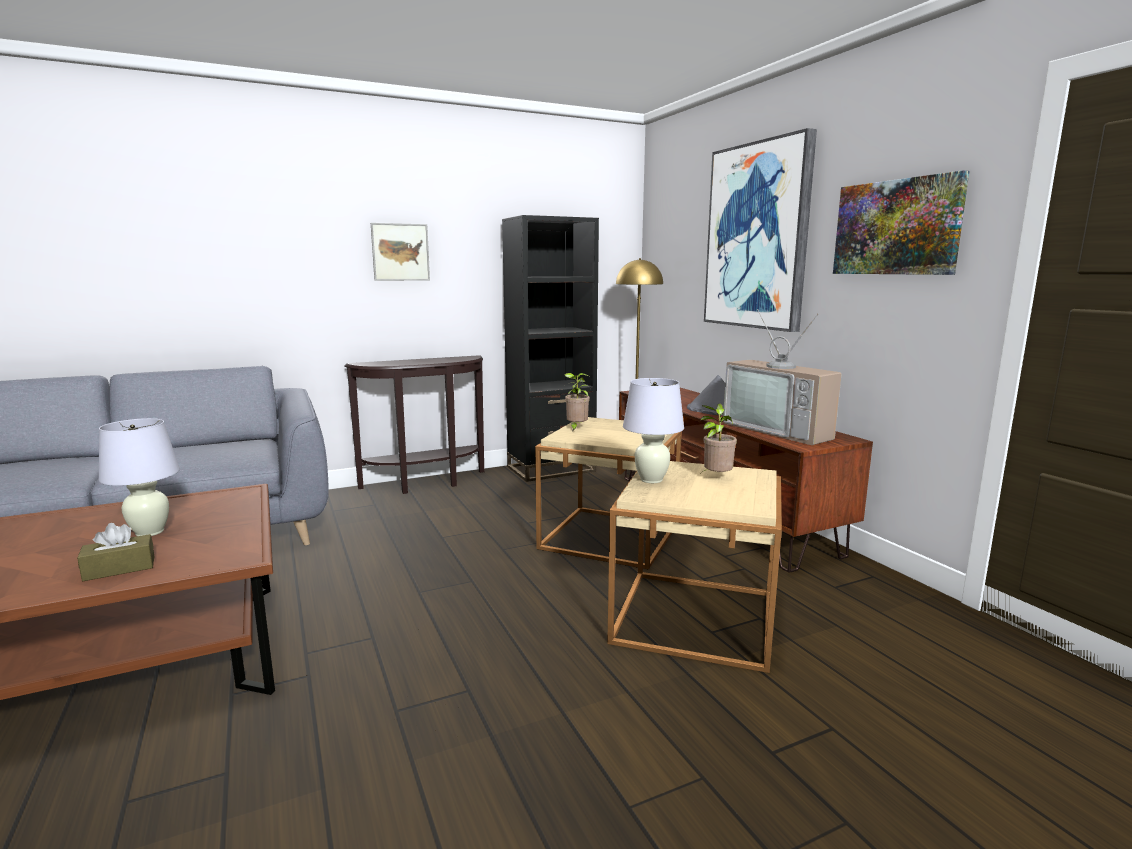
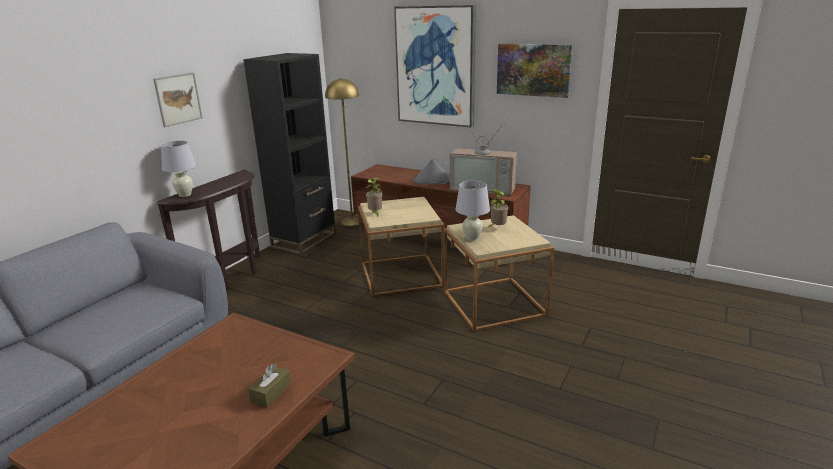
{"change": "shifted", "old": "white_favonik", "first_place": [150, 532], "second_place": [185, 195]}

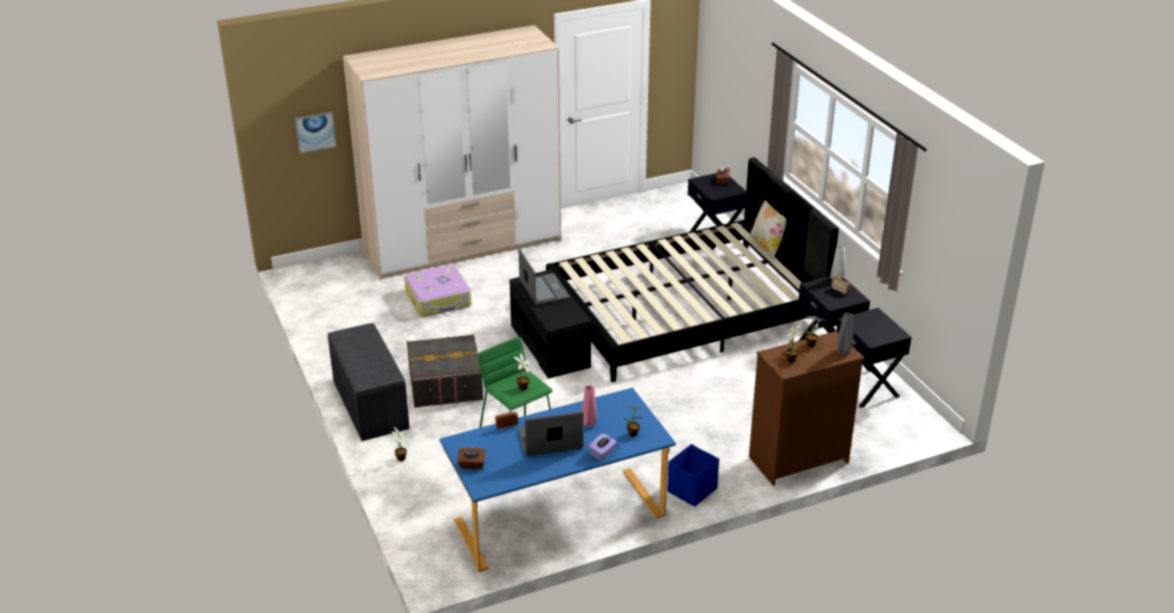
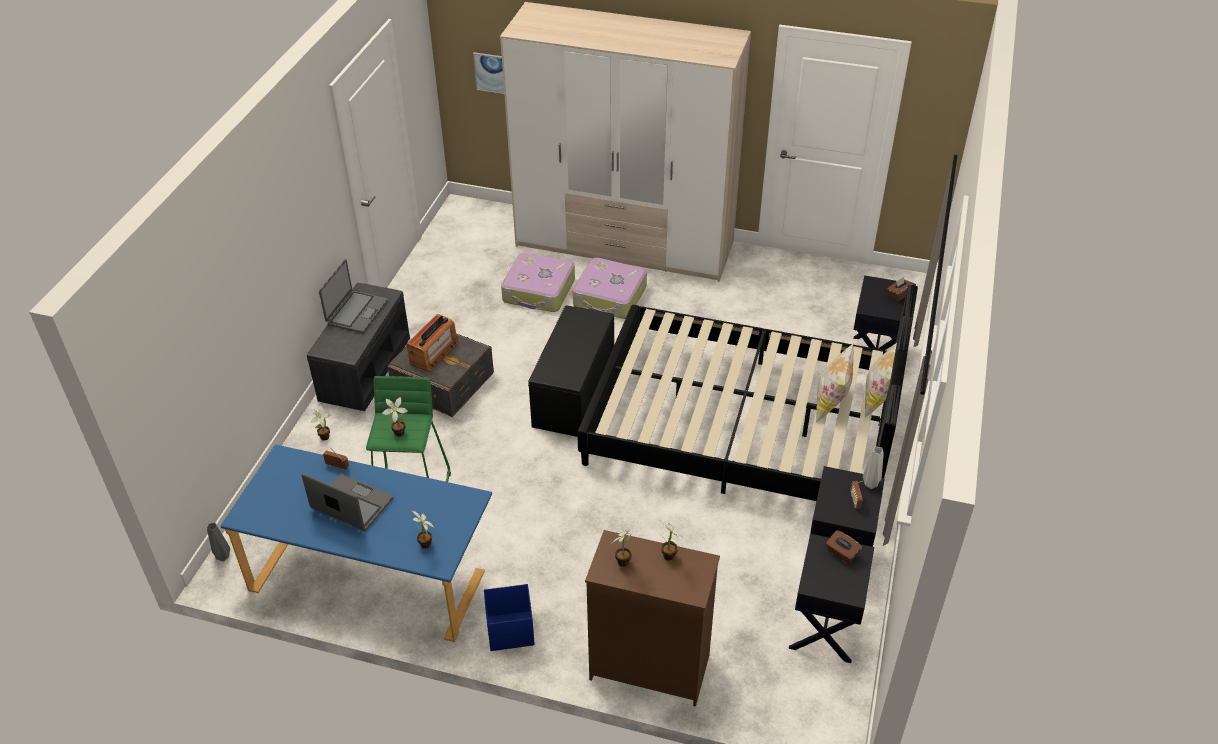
{"change": "shifted", "old": "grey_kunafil", "first_place": [844, 351], "second_place": [223, 557]}
{"change": "shifted", "old": "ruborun", "first_place": [543, 290], "second_place": [356, 312]}
{"change": "new", "new": "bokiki", "second_place": [434, 353]}
{"change": "new", "new": "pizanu", "second_place": [610, 297]}
{"change": "new", "new": "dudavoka", "second_place": [831, 403]}
{"change": "shifted", "old": "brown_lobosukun", "first_place": [472, 465], "second_place": [841, 553]}
{"change": "gone", "old": "pink_kunafil", "first_place": [590, 423]}
{"change": "gone", "old": "purple_lobosukun", "first_place": [602, 453]}

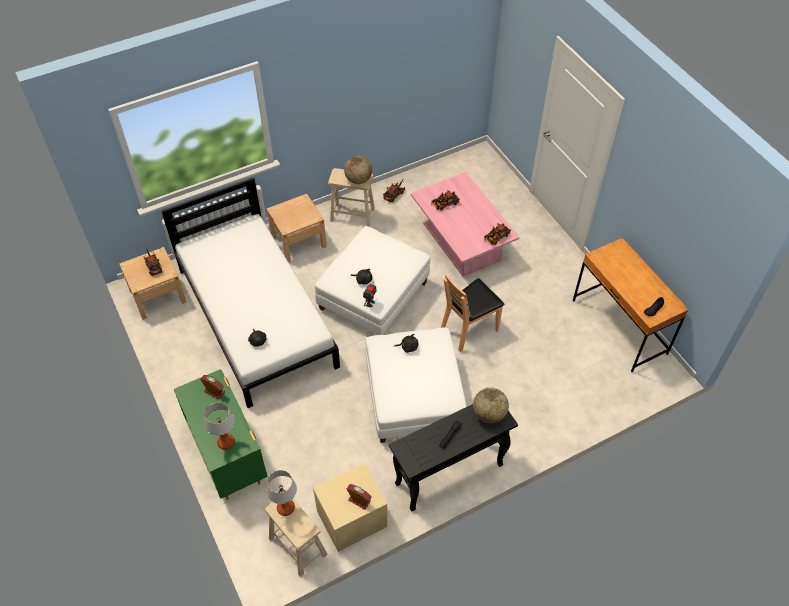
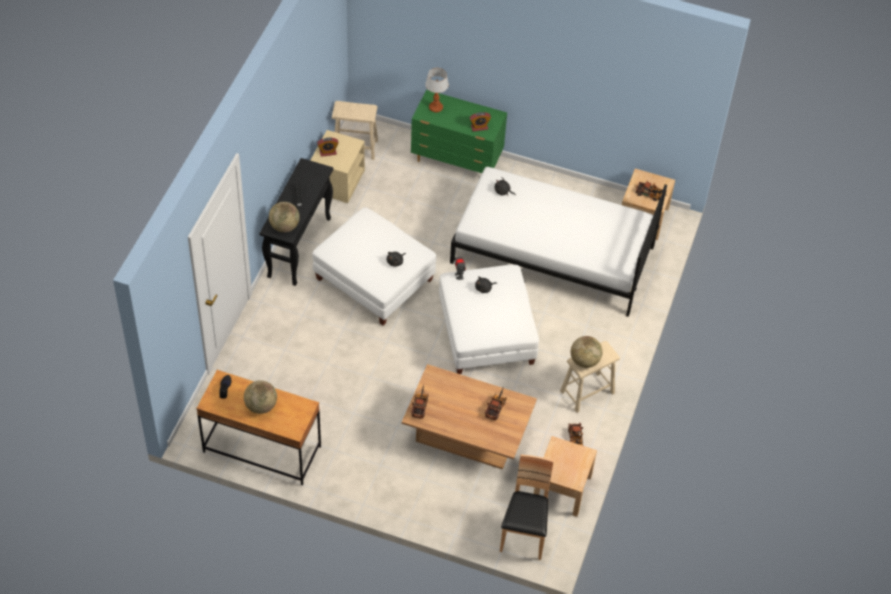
{"change": "new", "new": "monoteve", "second_place": [261, 406]}
{"change": "repainted", "old": "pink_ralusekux", "new": "brown_ralusekux", "first_place": [461, 241], "second_place": [467, 435]}
{"change": "shifted", "old": "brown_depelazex", "first_place": [469, 329], "second_place": [524, 534]}
{"change": "shifted", "old": "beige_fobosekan", "first_place": [298, 241], "second_place": [562, 488]}
{"change": "gone", "old": "favonik", "first_place": [286, 508]}

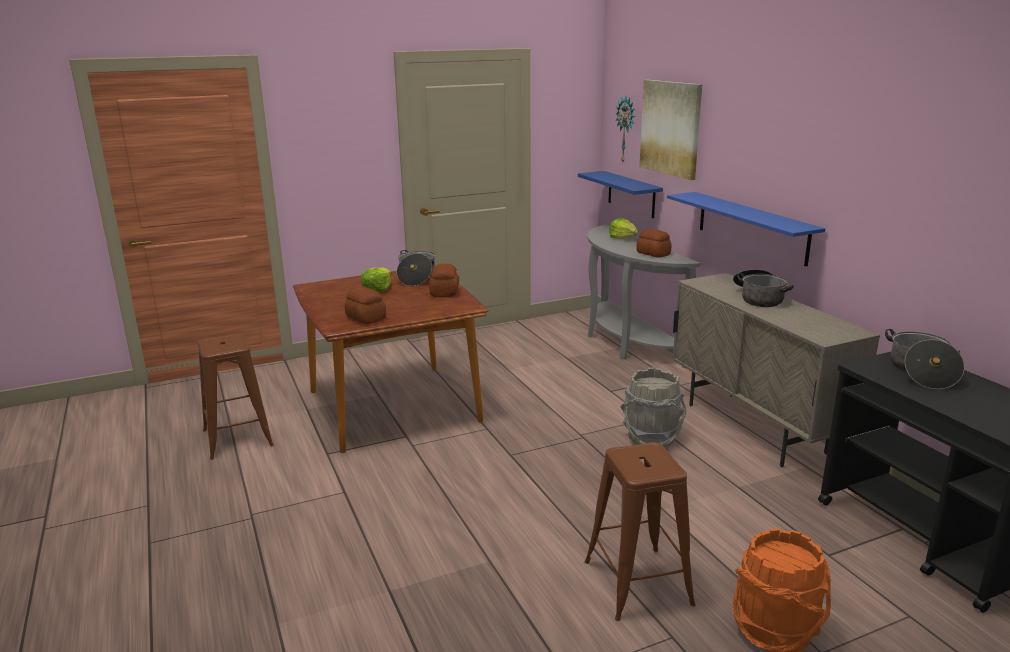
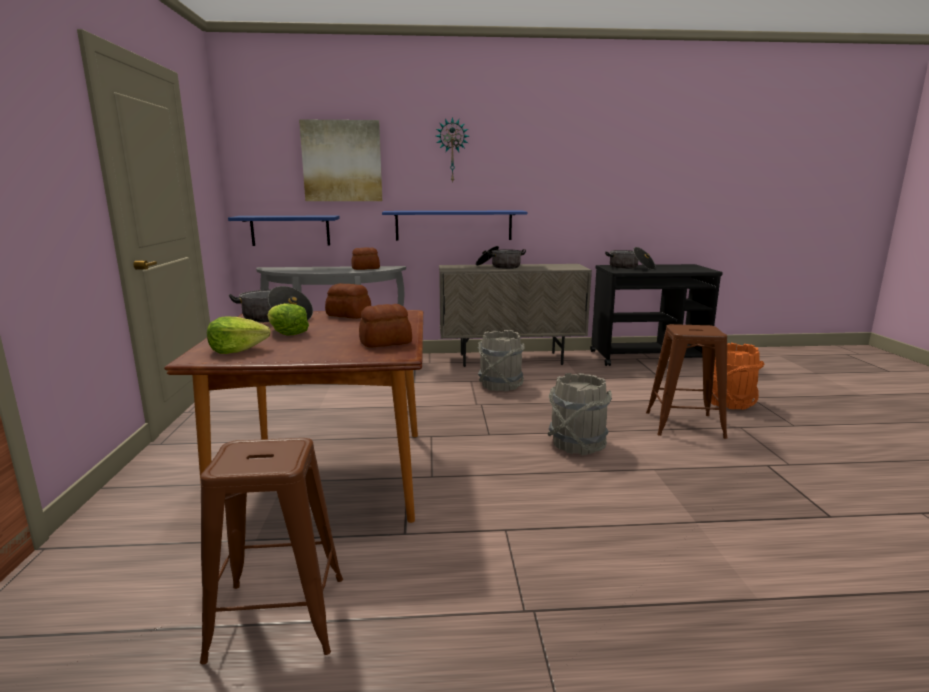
{"change": "shifted", "old": "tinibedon", "first_place": [623, 238], "second_place": [237, 350]}
{"change": "shifted", "old": "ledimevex", "first_place": [626, 129], "second_place": [452, 150]}
{"change": "new", "new": "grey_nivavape", "second_place": [577, 444]}

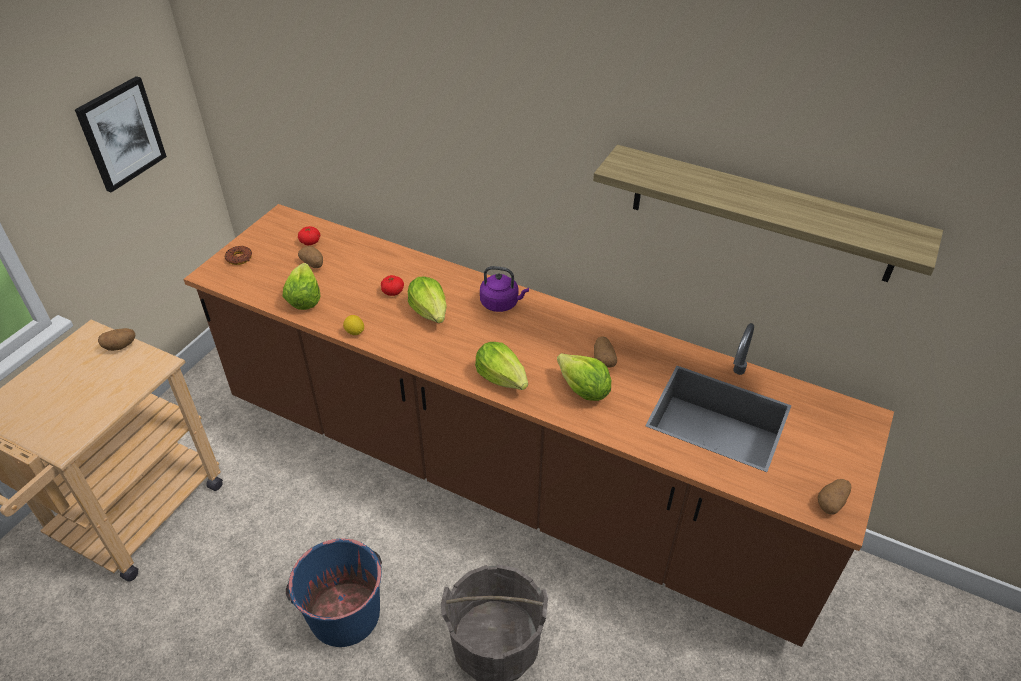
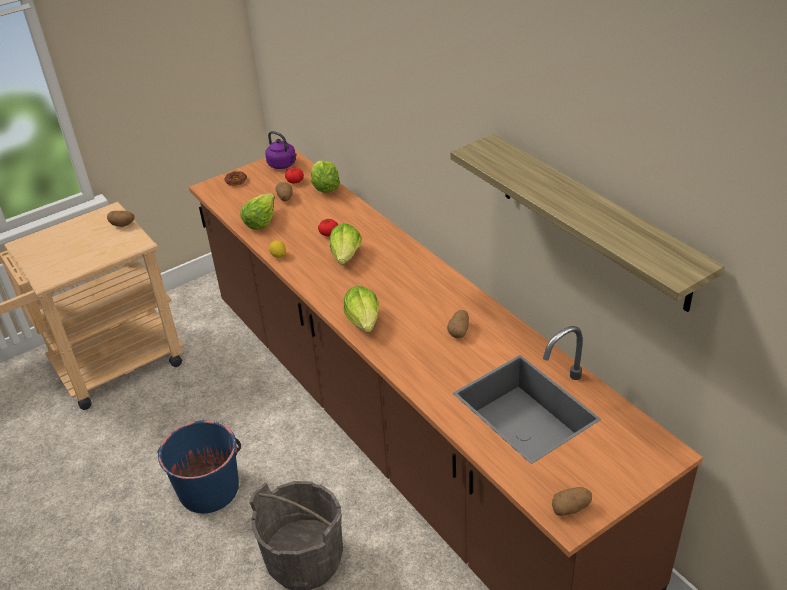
{"change": "shifted", "old": "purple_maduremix", "first_place": [501, 303], "second_place": [283, 165]}
{"change": "shifted", "old": "tinibedon", "first_place": [583, 390], "second_place": [325, 188]}
{"change": "gone", "old": "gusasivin", "first_place": [121, 133]}

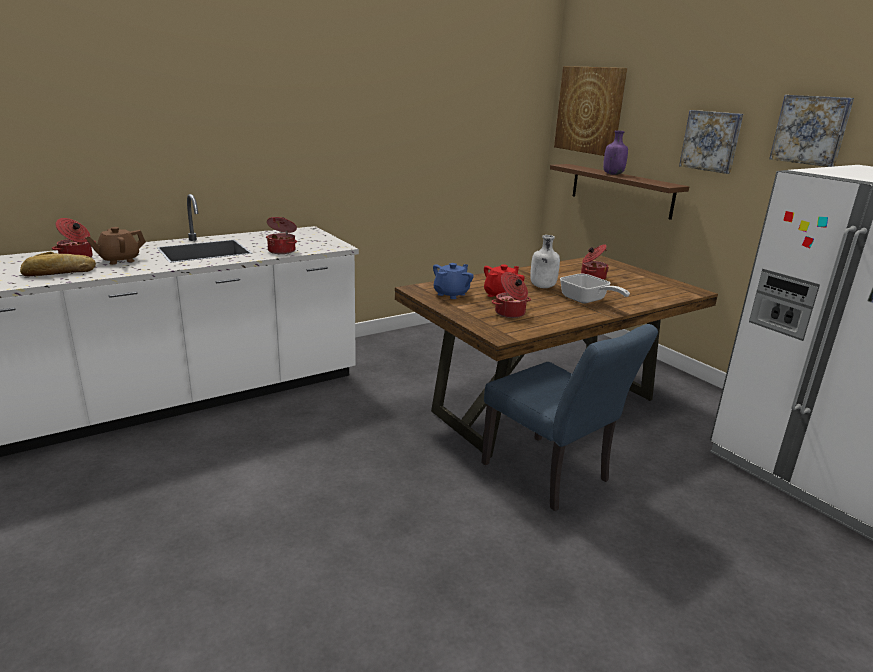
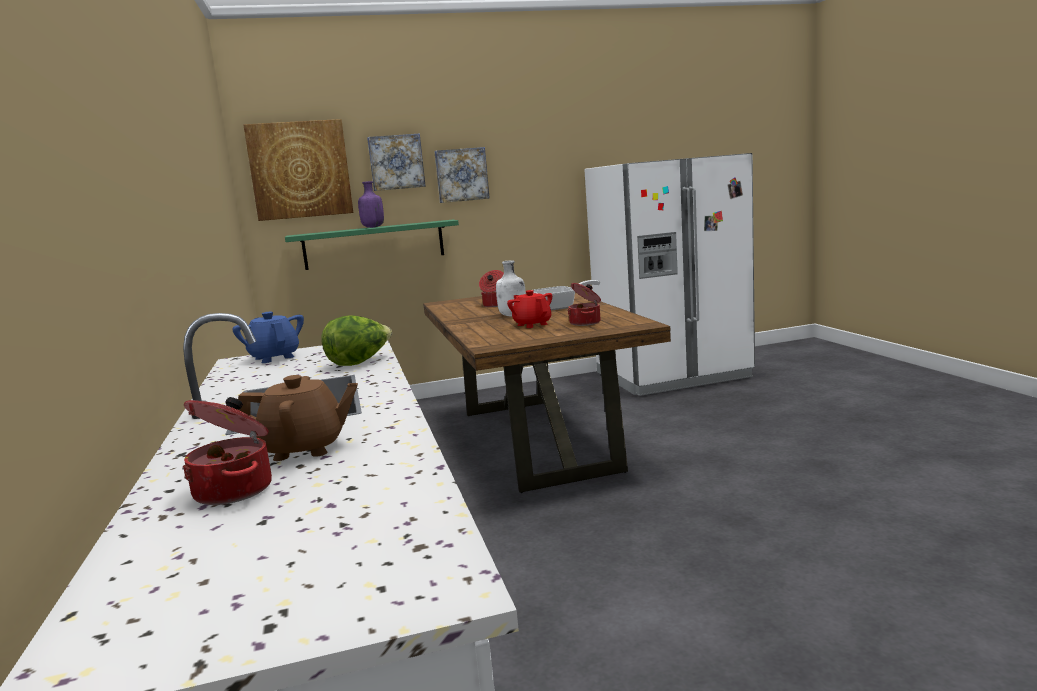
{"change": "shifted", "old": "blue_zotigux", "first_place": [451, 294], "second_place": [274, 357]}
{"change": "rotated", "old": "brown_zotigux", "first_place": [119, 260], "second_place": [304, 449], "degrees": -75}
{"change": "repainted", "old": "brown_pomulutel", "new": "green_pomulutel", "first_place": [621, 190], "second_place": [374, 244]}
{"change": "swapped", "old": "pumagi", "new": "tinibedon", "first_place": [282, 251], "second_place": [359, 362]}
{"change": "shifted", "old": "gusasivin", "first_place": [811, 130], "second_place": [396, 162]}
{"change": "gone", "old": "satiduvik", "first_place": [59, 272]}
{"change": "gone", "old": "blue_depelazex", "first_place": [552, 476]}

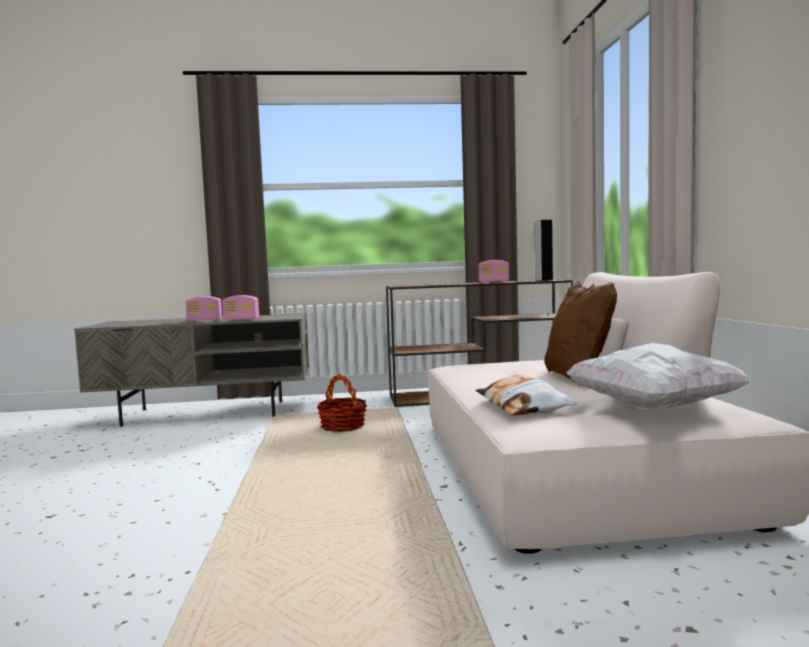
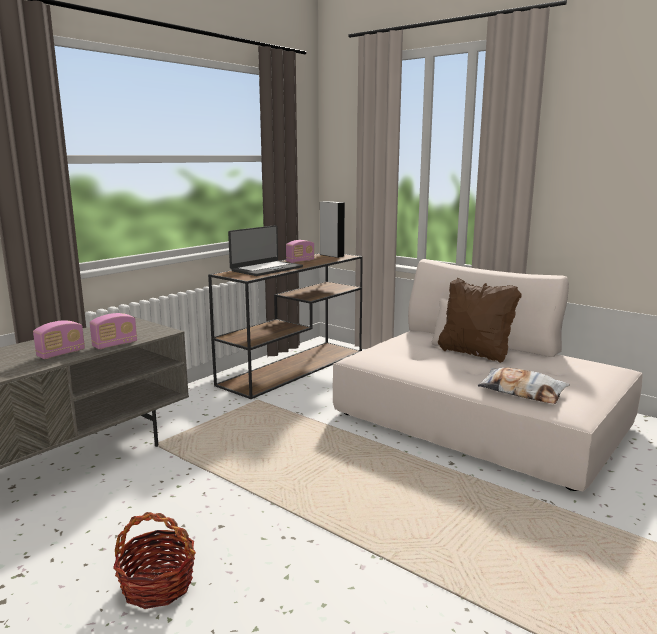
{"change": "shifted", "old": "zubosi", "first_place": [342, 426], "second_place": [157, 585]}
{"change": "new", "new": "ruborun", "second_place": [266, 269]}
{"change": "gone", "old": "white_dudavoka", "first_place": [652, 407]}

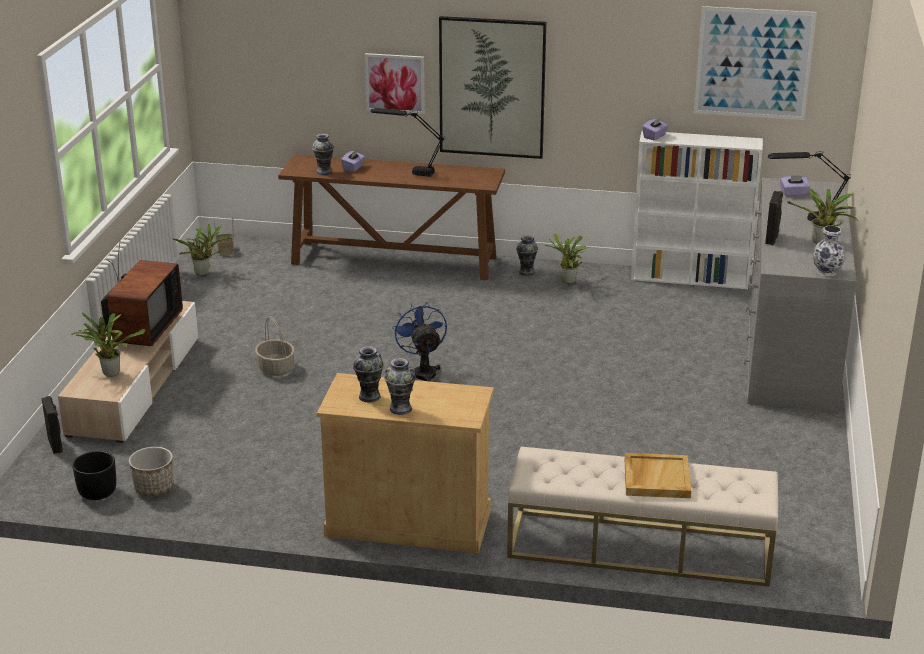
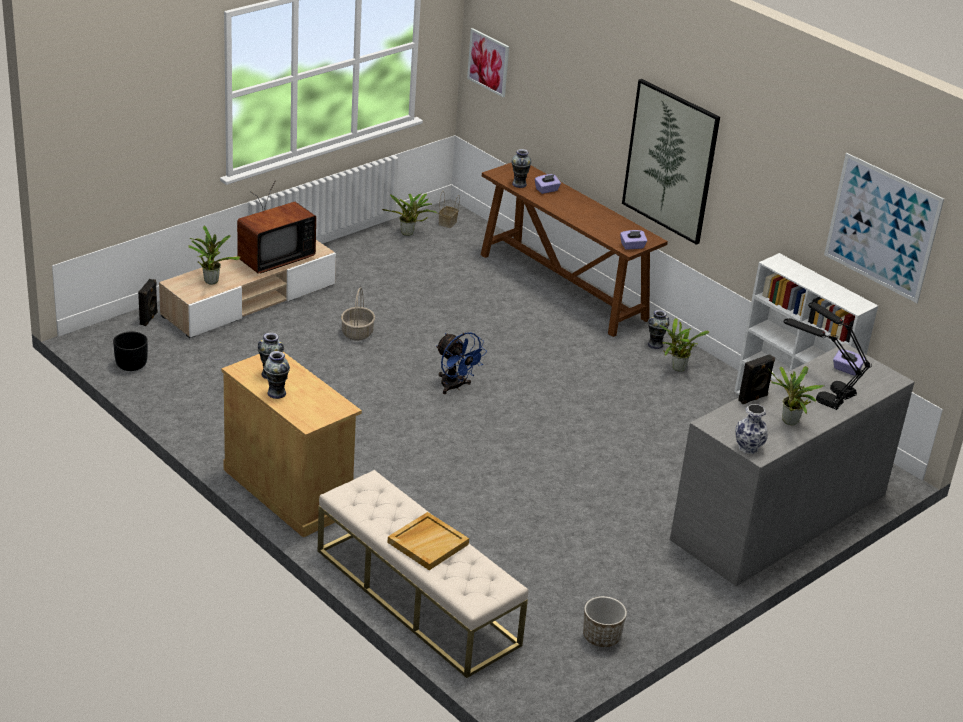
{"change": "rotated", "old": "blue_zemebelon", "first_place": [423, 372], "second_place": [455, 387], "degrees": 120}
{"change": "shifted", "old": "gusasivin", "first_place": [395, 83], "second_place": [488, 62]}
{"change": "shifted", "old": "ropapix", "first_place": [154, 488], "second_place": [601, 637]}
{"change": "shifted", "old": "purple_lobosukun", "first_place": [654, 136], "second_place": [632, 246]}
{"change": "shifted", "old": "black_favonik", "first_place": [408, 171], "second_place": [829, 383]}

